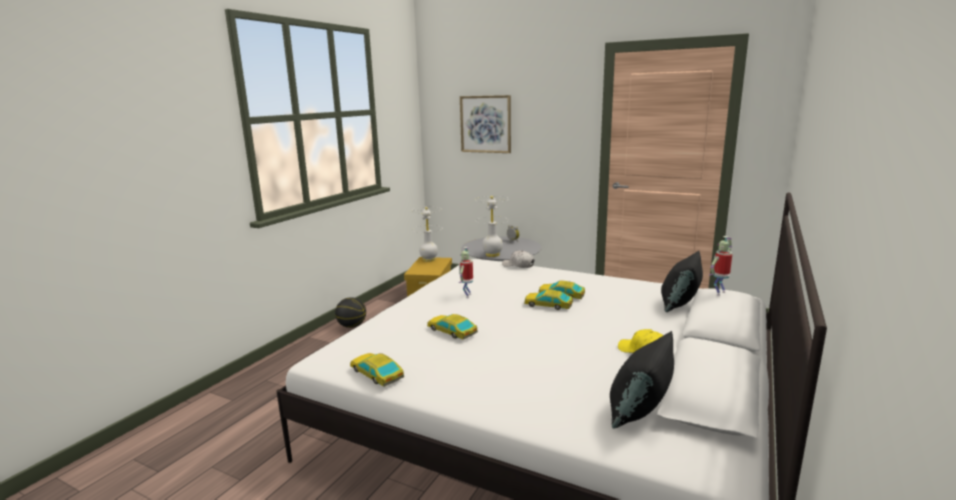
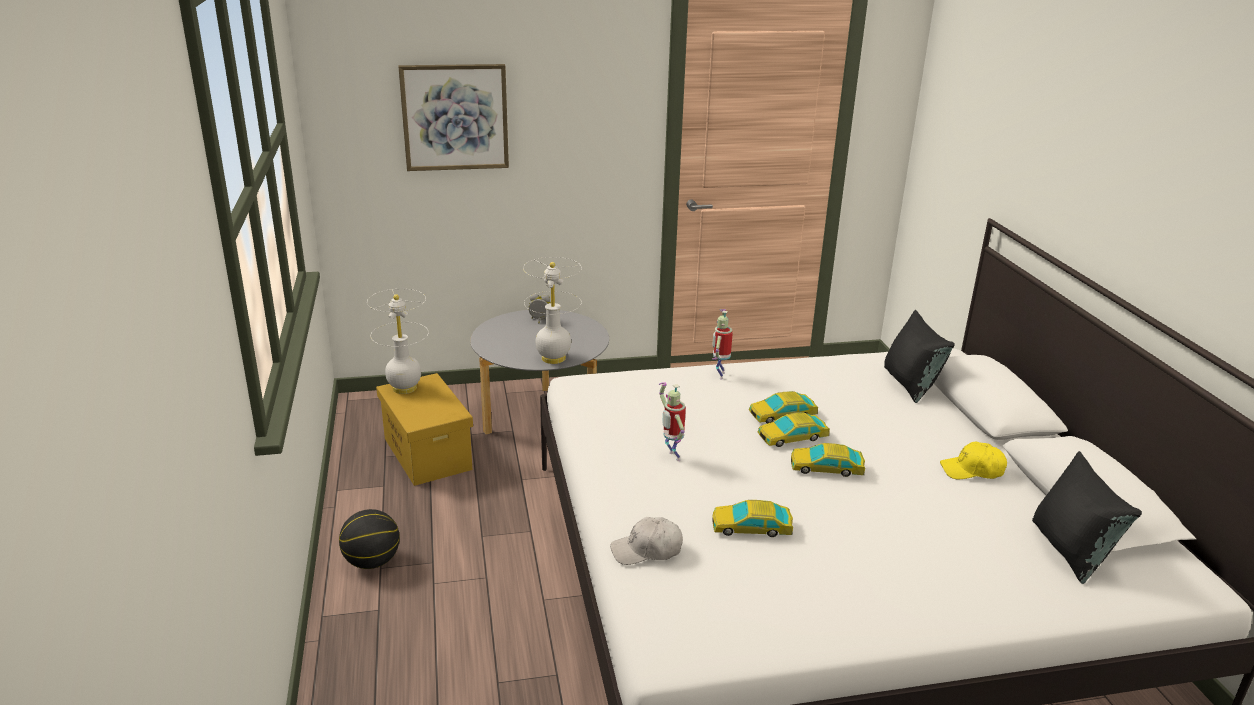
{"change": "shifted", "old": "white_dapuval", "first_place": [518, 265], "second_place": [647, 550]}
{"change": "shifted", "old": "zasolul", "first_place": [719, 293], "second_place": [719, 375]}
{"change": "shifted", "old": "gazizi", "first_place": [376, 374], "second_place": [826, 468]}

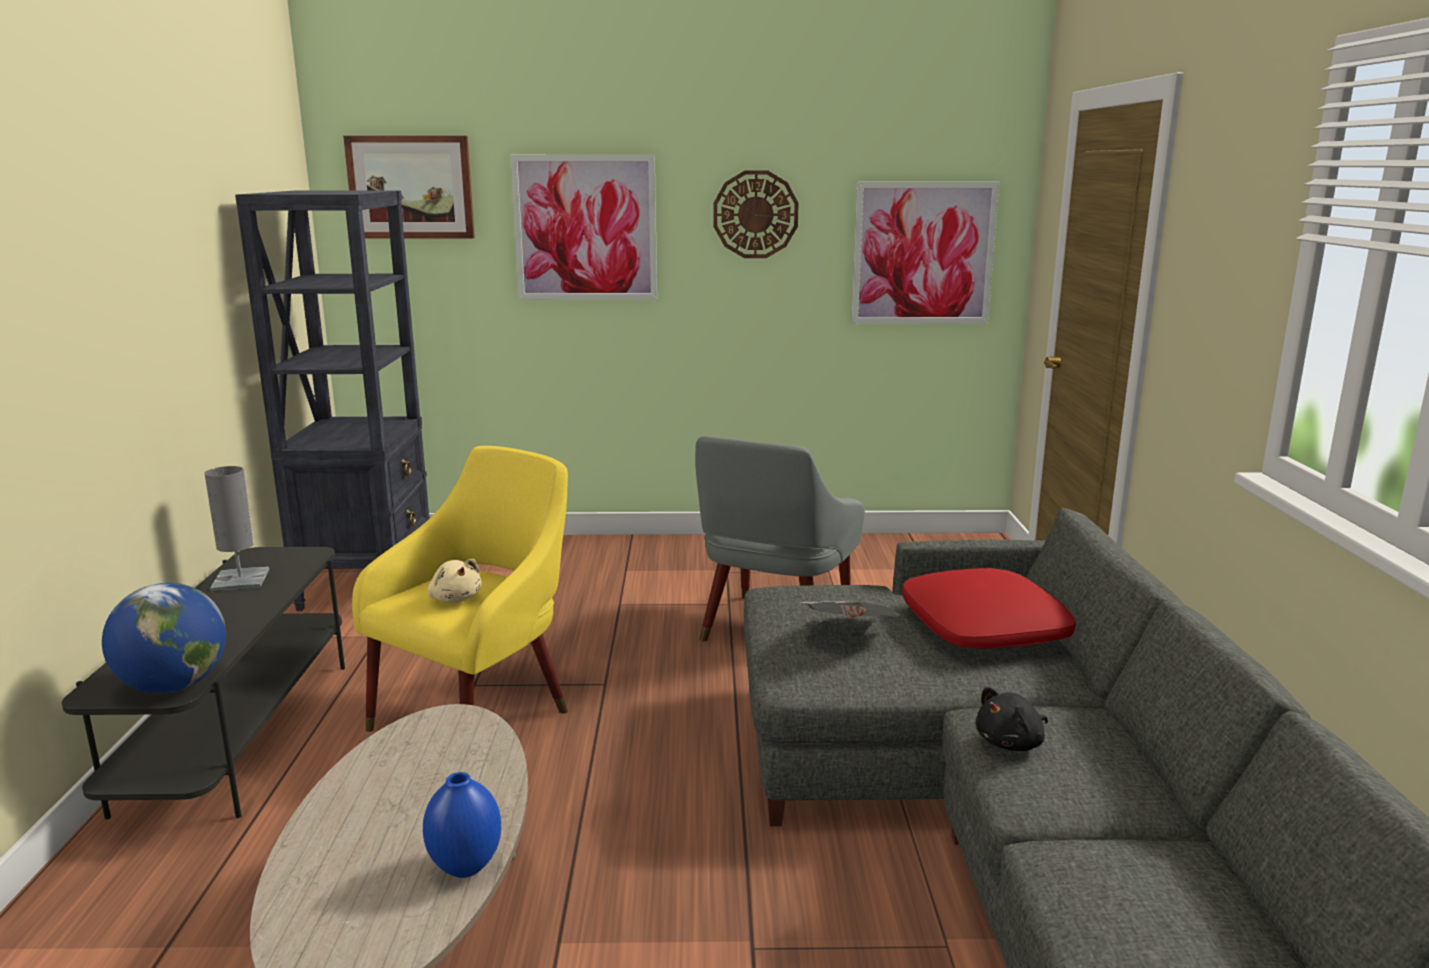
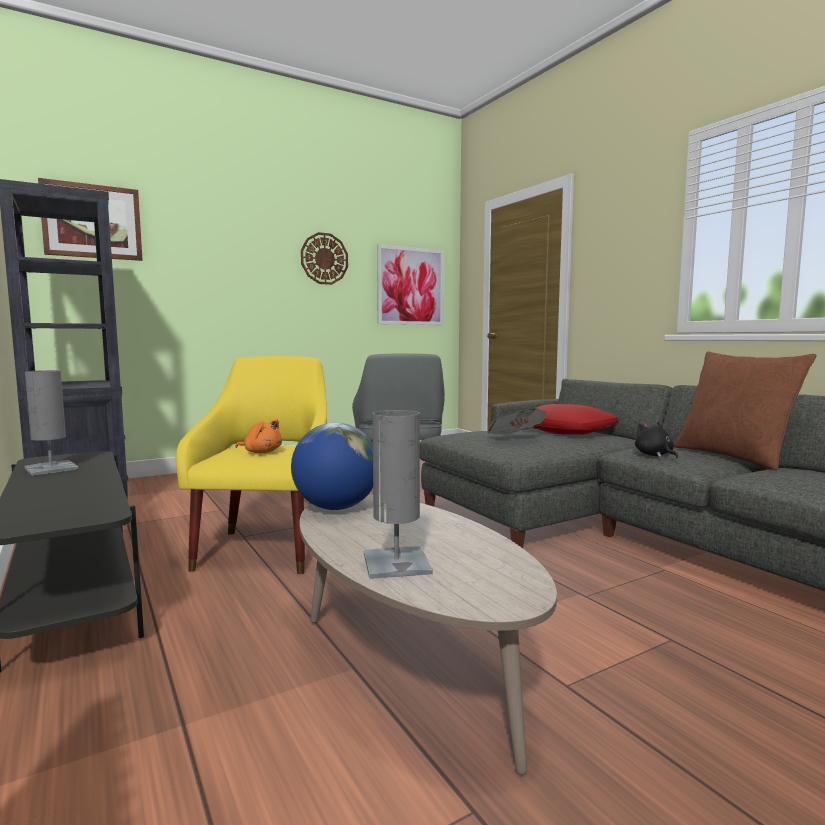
{"change": "repainted", "old": "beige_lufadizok", "new": "orange_lufadizok", "first_place": [455, 598], "second_place": [261, 452]}
{"change": "shifted", "old": "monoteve", "first_place": [174, 686], "second_place": [336, 508]}
{"change": "new", "new": "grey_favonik", "second_place": [396, 563]}
{"change": "rotated", "old": "black_lufadizok", "first_place": [1011, 743], "second_place": [654, 455], "degrees": 135}
{"change": "new", "new": "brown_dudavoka", "second_place": [734, 456]}
{"change": "gone", "old": "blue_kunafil", "first_place": [465, 866]}
{"change": "gone", "old": "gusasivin", "first_place": [585, 228]}

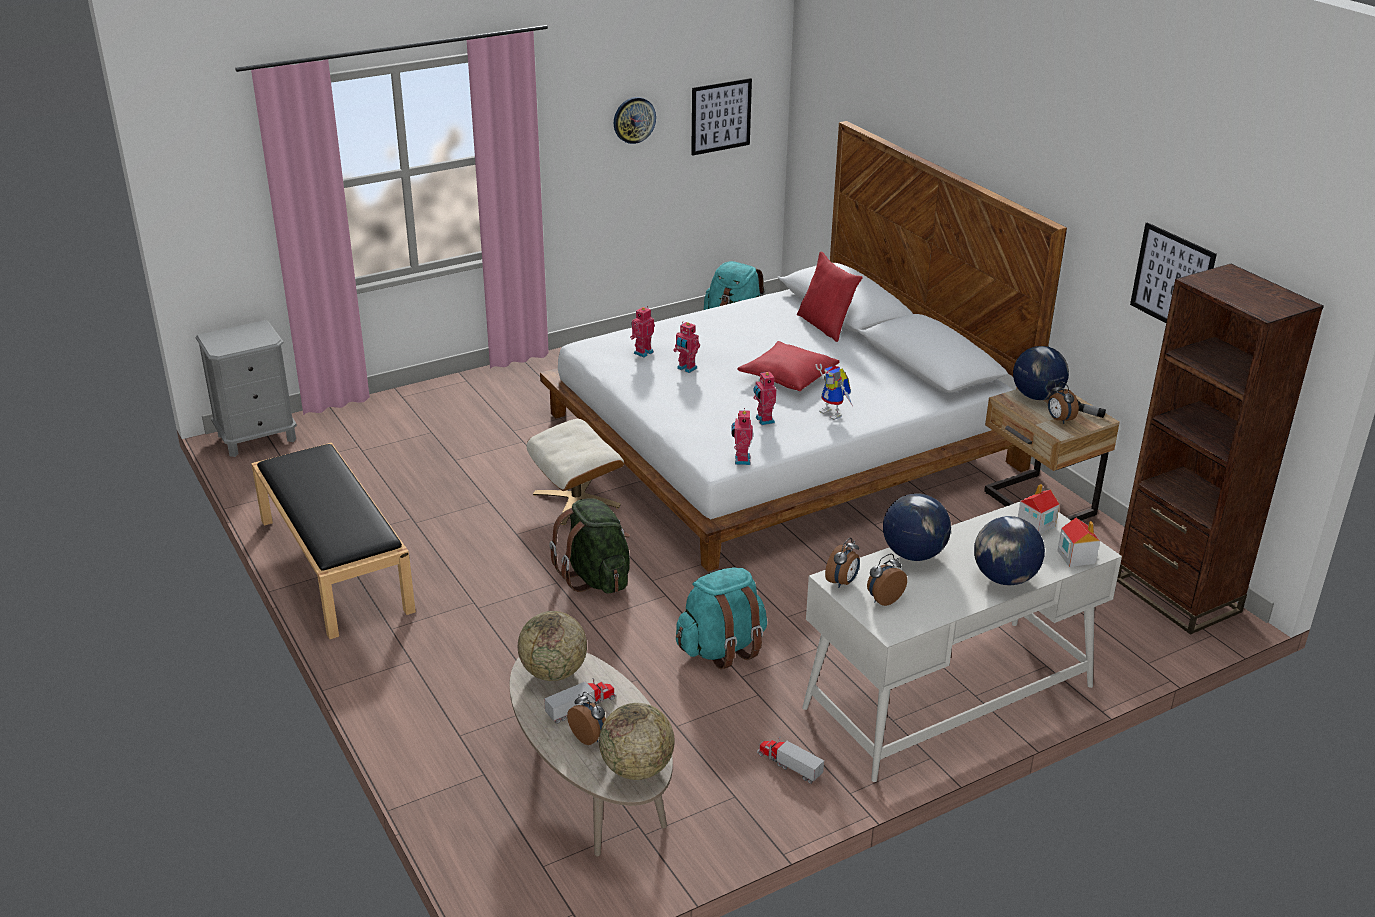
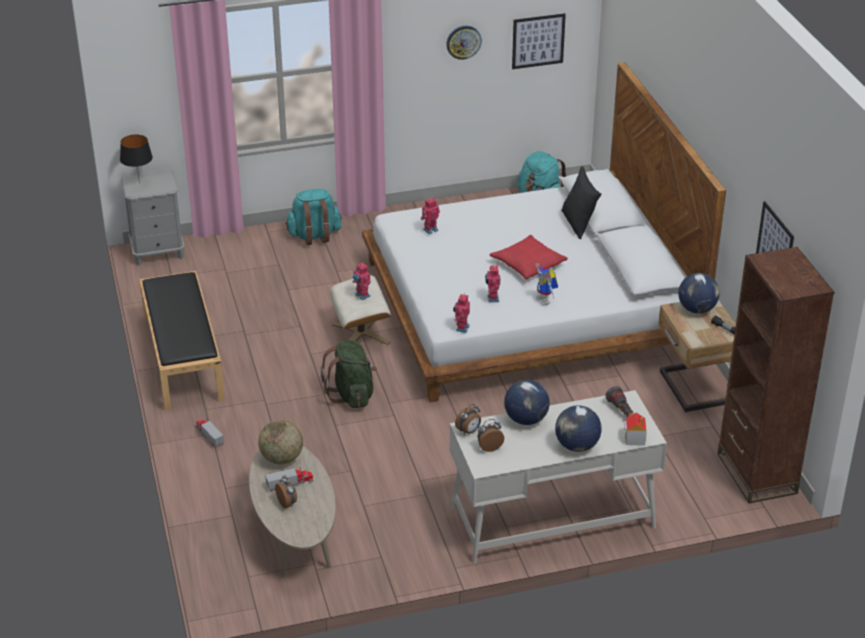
{"change": "new", "new": "black_favonik", "second_place": [139, 183]}
{"change": "shifted", "old": "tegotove", "first_place": [789, 765], "second_place": [209, 436]}
{"change": "shifted", "old": "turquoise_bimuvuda", "first_place": [722, 648], "second_place": [314, 236]}
{"change": "shifted", "old": "zasolul", "first_place": [686, 368], "second_place": [362, 296]}
{"change": "repainted", "old": "red_dudavoka", "new": "black_dudavoka", "first_place": [826, 326], "second_place": [579, 224]}
{"change": "swapped", "old": "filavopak", "new": "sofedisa", "first_place": [1035, 525], "second_place": [621, 411]}
{"change": "gone", "old": "monoteve", "first_place": [637, 768]}
{"change": "gone", "old": "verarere", "first_place": [1059, 420]}

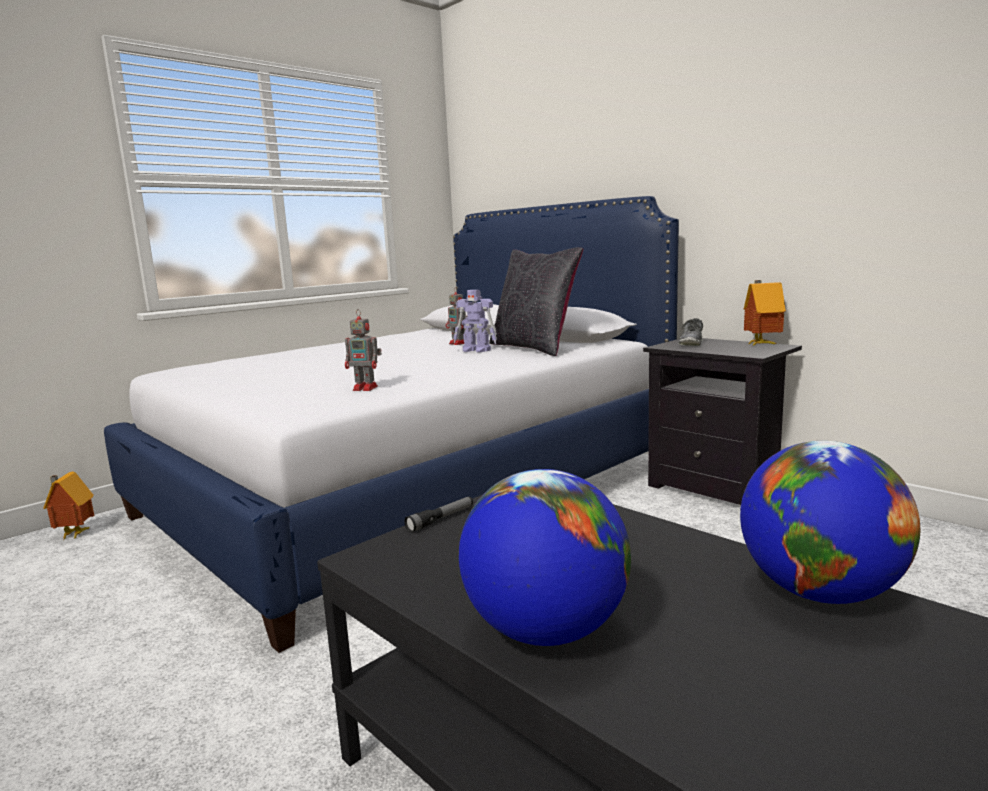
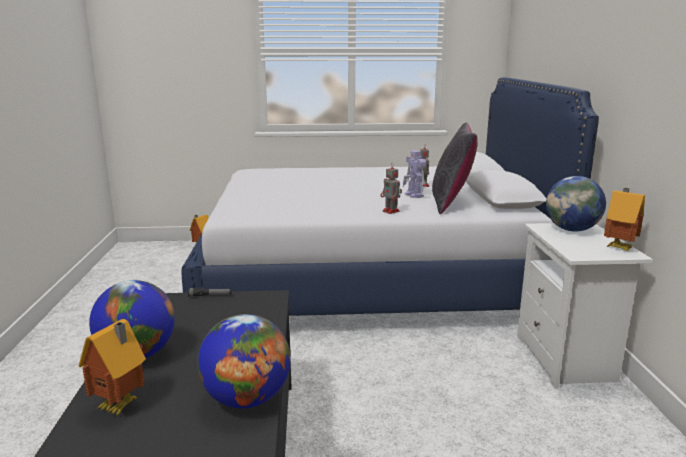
{"change": "new", "new": "filavopak", "second_place": [121, 406]}
{"change": "shifted", "old": "zasolul", "first_place": [366, 388], "second_place": [391, 211]}
{"change": "repainted", "old": "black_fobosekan", "new": "white_fobosekan", "first_place": [717, 488], "second_place": [567, 359]}
{"change": "swapped", "old": "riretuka", "new": "monoteve", "first_place": [692, 343], "second_place": [572, 230]}

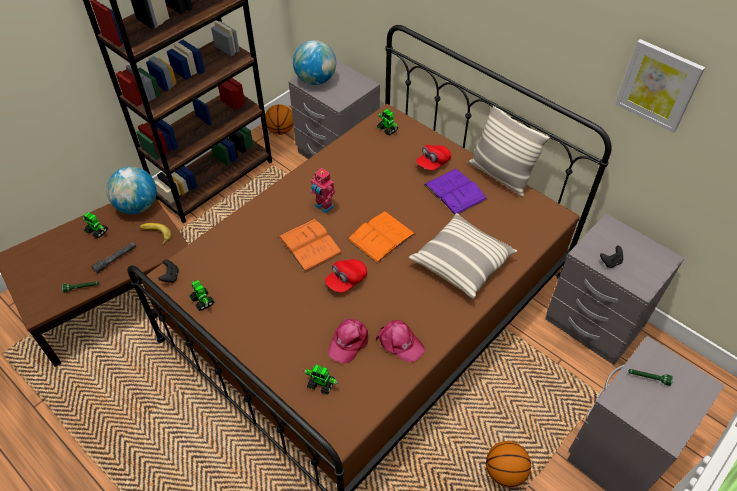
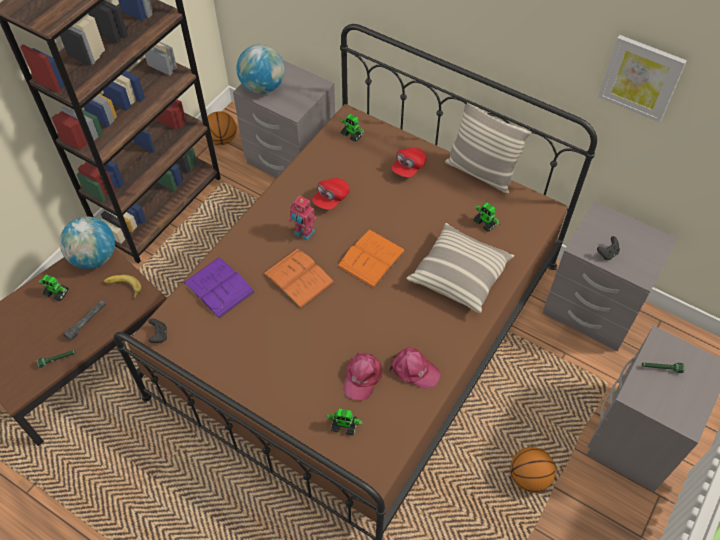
{"change": "shifted", "old": "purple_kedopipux", "first_place": [455, 192], "second_place": [219, 287]}
{"change": "shifted", "old": "red_dapuval", "first_place": [346, 281], "second_place": [331, 199]}
{"change": "shifted", "old": "zasolul", "first_place": [202, 301], "second_place": [485, 223]}

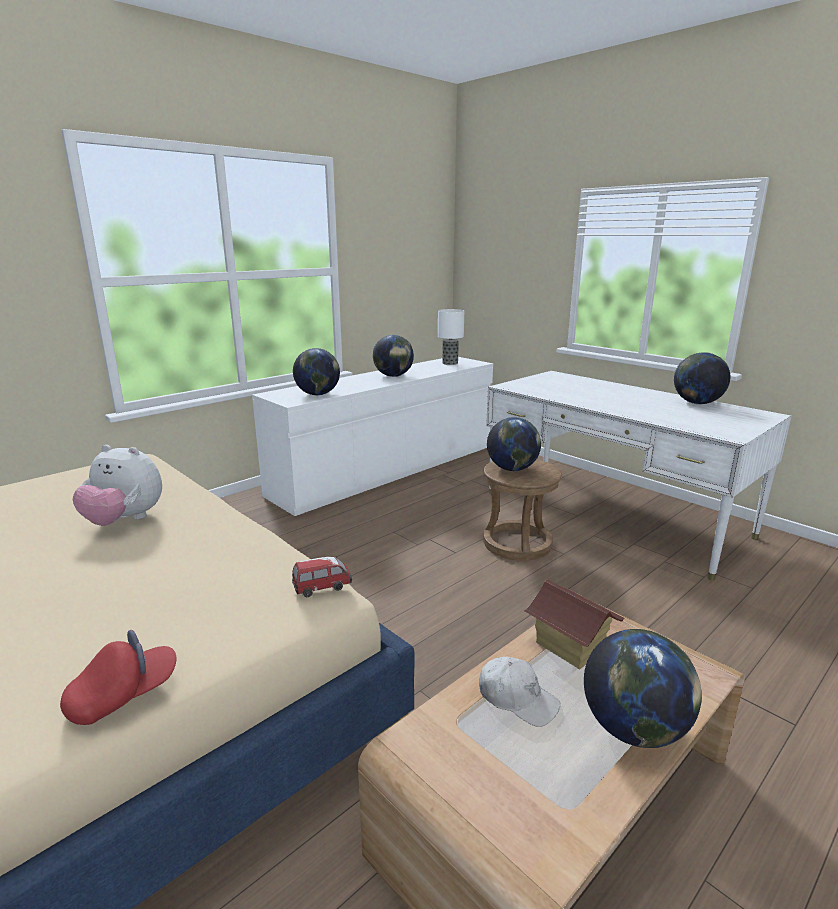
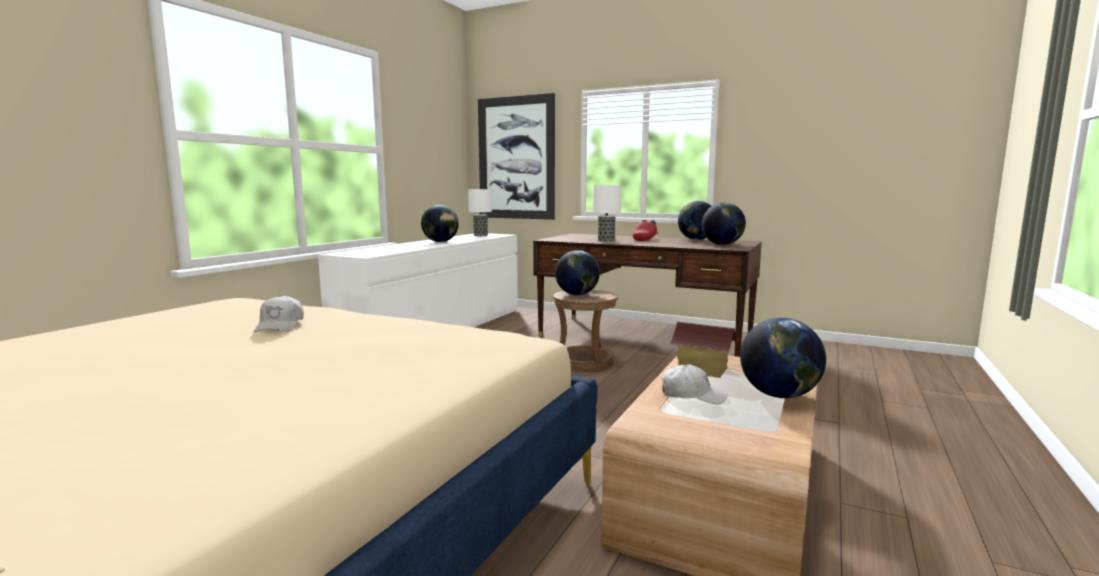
{"change": "swapped", "old": "lufadizok", "new": "white_dapuval", "first_place": [124, 520], "second_place": [280, 326]}
{"change": "new", "new": "gusasivin", "second_place": [516, 158]}
{"change": "repainted", "old": "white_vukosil", "new": "brown_vukosil", "first_place": [612, 513], "second_place": [643, 337]}
{"change": "new", "new": "favonik", "second_place": [605, 241]}
{"change": "shifted", "old": "red_dapuval", "first_place": [124, 696], "second_place": [645, 239]}
{"change": "shifted", "old": "monoteve", "first_place": [318, 394], "second_place": [722, 245]}
{"change": "gone", "old": "gazizi", "first_place": [322, 587]}

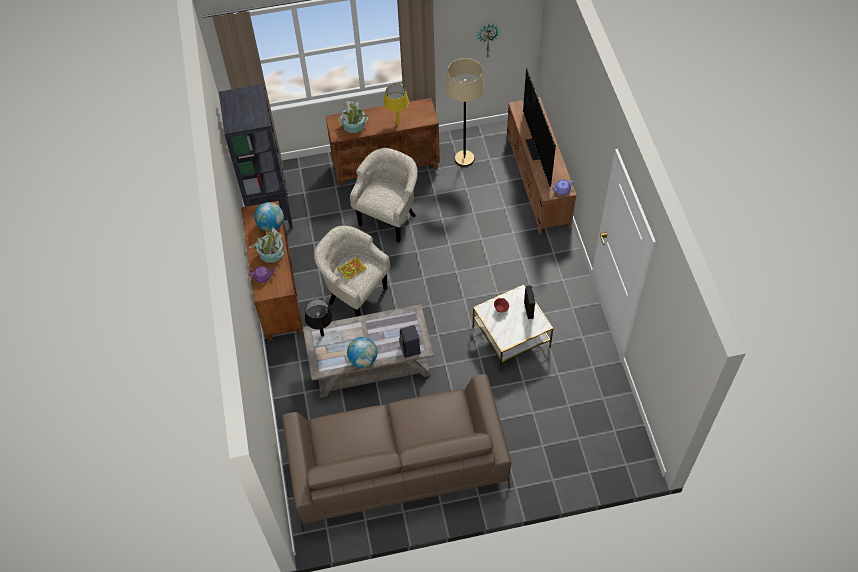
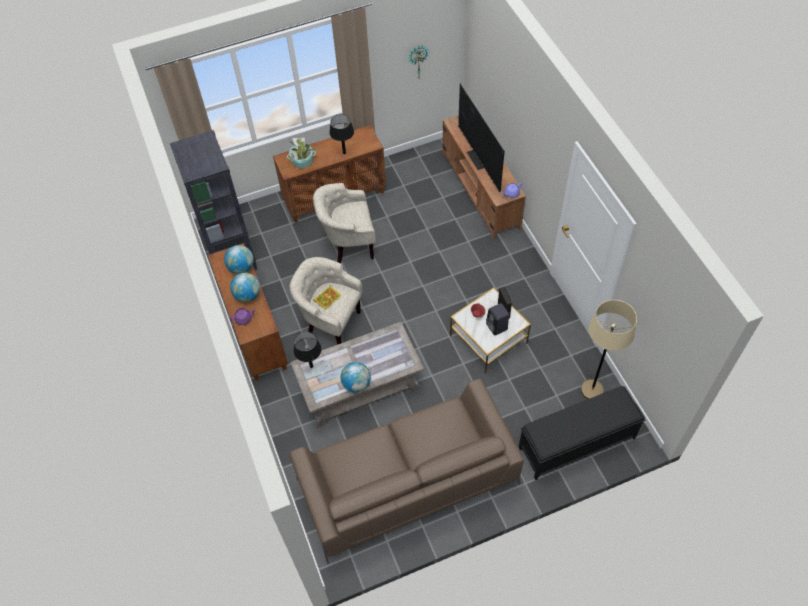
{"change": "swapped", "old": "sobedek", "new": "monoteve", "first_place": [271, 254], "second_place": [247, 295]}
{"change": "rotated", "old": "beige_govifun", "first_place": [389, 218], "second_place": [348, 245], "degrees": -120}
{"change": "repainted", "old": "yellow_favonik", "new": "black_favonik", "first_place": [397, 123], "second_place": [344, 153]}
{"change": "shifted", "old": "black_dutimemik", "first_place": [410, 349], "second_place": [497, 327]}
{"change": "new", "new": "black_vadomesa", "second_place": [576, 443]}
{"change": "shifted", "old": "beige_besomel", "first_place": [464, 159], "second_place": [592, 390]}

